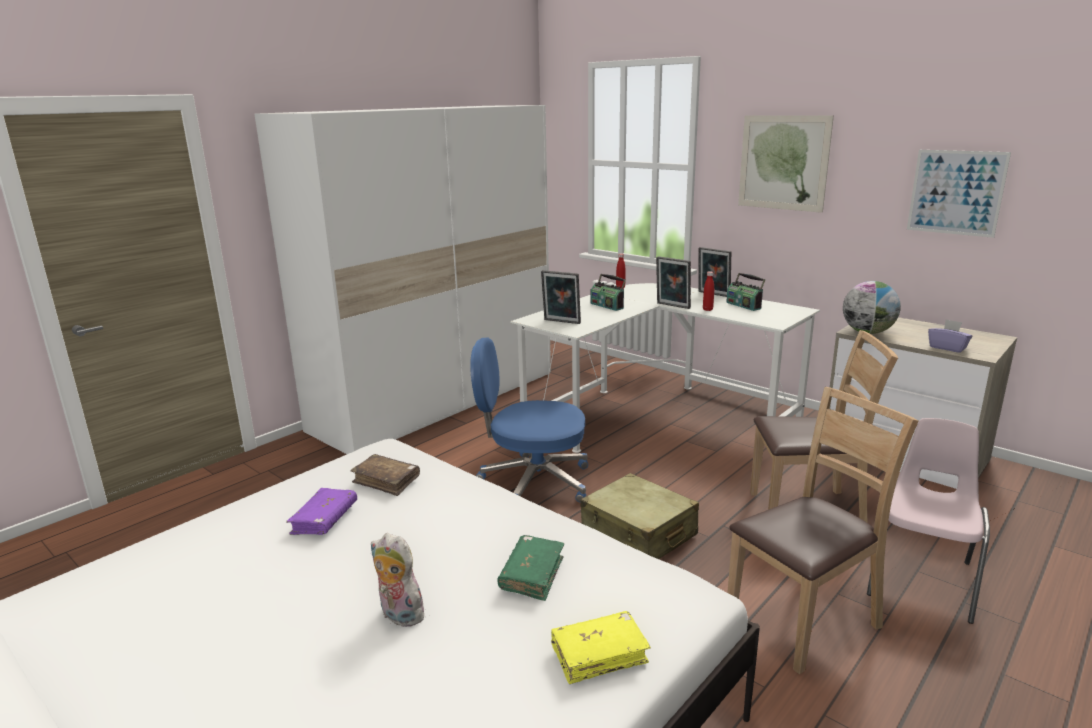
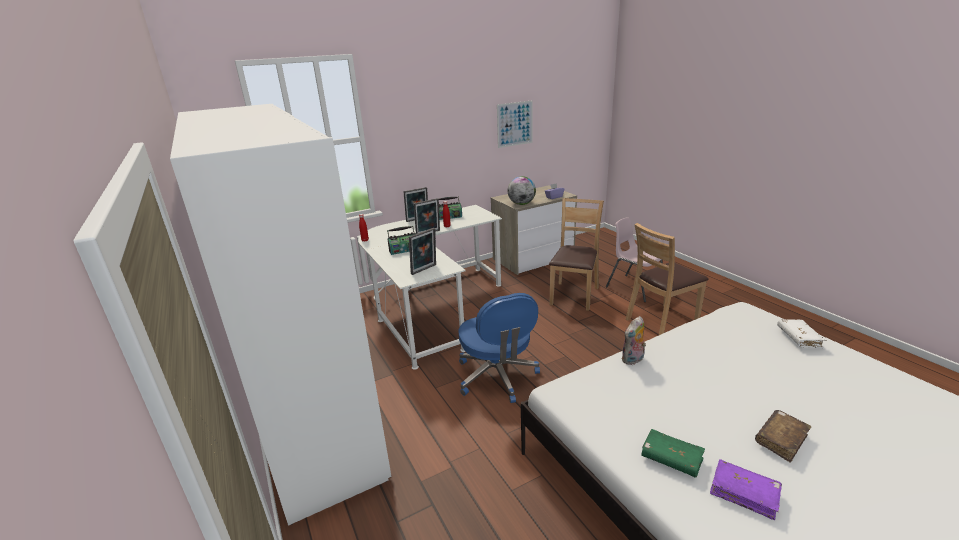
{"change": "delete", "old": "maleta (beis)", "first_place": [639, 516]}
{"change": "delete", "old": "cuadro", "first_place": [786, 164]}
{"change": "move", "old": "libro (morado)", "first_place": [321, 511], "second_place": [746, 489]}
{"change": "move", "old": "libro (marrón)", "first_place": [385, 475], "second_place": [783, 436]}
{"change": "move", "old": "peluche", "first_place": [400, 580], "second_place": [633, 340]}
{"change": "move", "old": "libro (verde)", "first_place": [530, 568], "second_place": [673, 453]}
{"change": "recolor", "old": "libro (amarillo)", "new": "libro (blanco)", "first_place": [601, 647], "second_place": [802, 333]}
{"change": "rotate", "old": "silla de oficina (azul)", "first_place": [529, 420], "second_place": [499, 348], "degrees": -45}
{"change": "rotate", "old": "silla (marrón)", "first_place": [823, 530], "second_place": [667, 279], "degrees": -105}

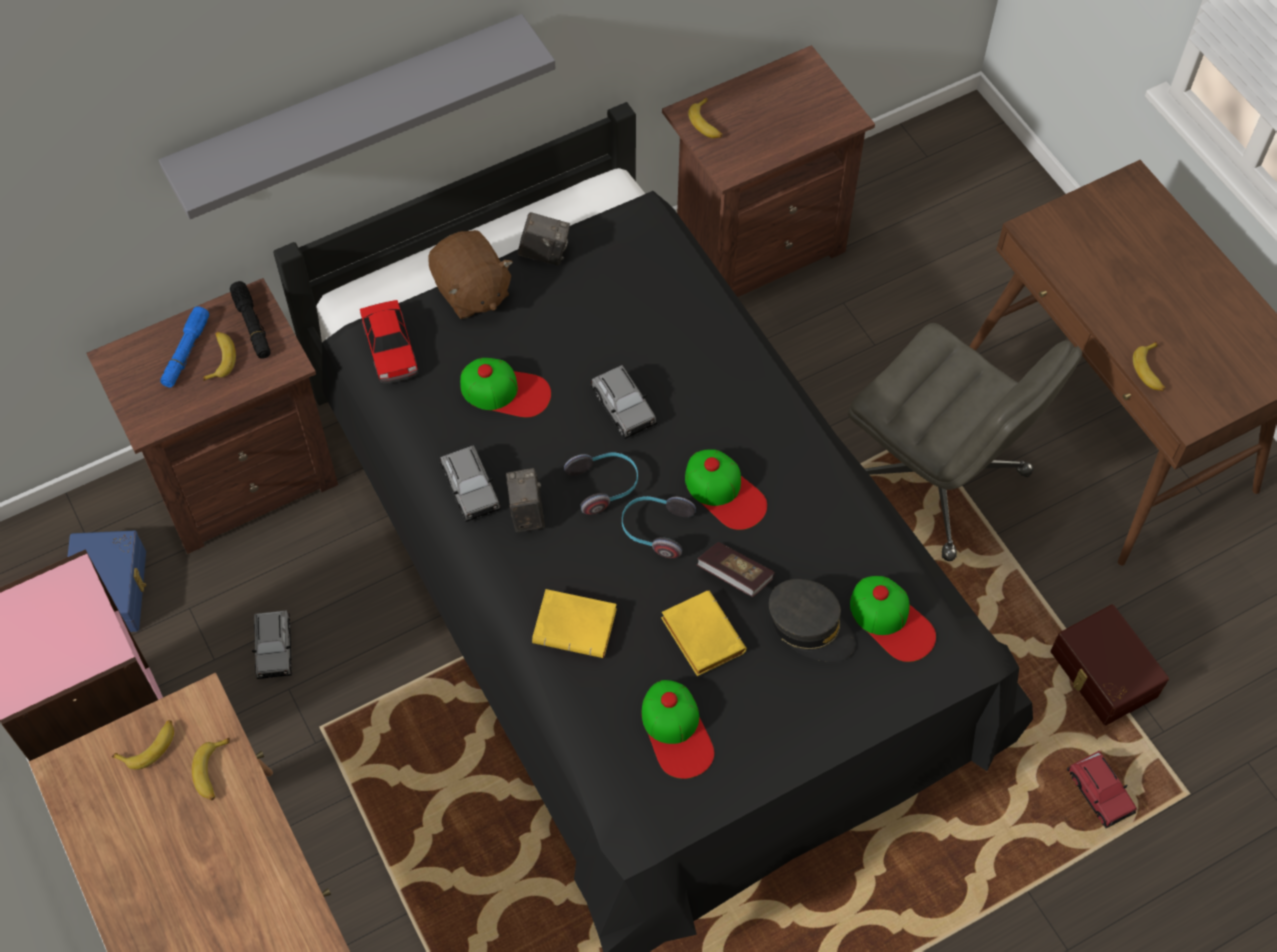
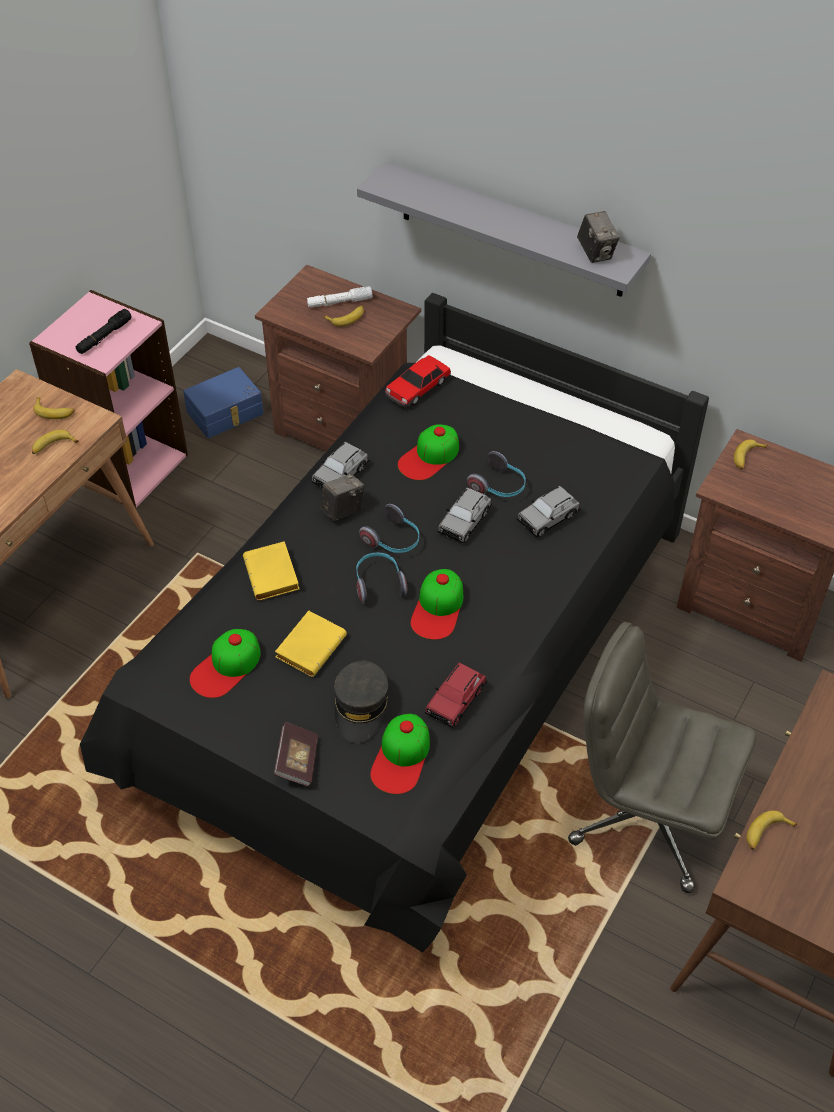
{"change": "delete", "old": "peluche (marrón)", "first_place": [470, 274]}
{"change": "delete", "old": "caja de almacenaje (marrón)", "first_place": [1109, 664]}
{"change": "insert", "new": "auriculares", "second_place": [496, 474]}
{"change": "move", "old": "linterna (negro)", "first_place": [250, 320], "second_place": [104, 331]}
{"change": "move", "old": "coche de juguete (gris)", "first_place": [272, 644], "second_place": [548, 511]}
{"change": "move", "old": "cámara", "first_place": [544, 238], "second_place": [598, 237]}
{"change": "move", "old": "libro", "first_place": [735, 569], "second_place": [296, 754]}
{"change": "move", "old": "coche de juguete (rojo)", "first_place": [1102, 789], "second_place": [456, 695]}
{"change": "recolor", "old": "linterna (azul)", "new": "linterna (blanco)", "first_place": [184, 347], "second_place": [339, 297]}
{"change": "rotate", "old": "gorra", "first_place": [505, 388], "second_place": [428, 452], "degrees": 60}
{"change": "rotate", "old": "silla de oficina (gris)", "first_place": [965, 442], "second_place": [662, 757], "degrees": 105}

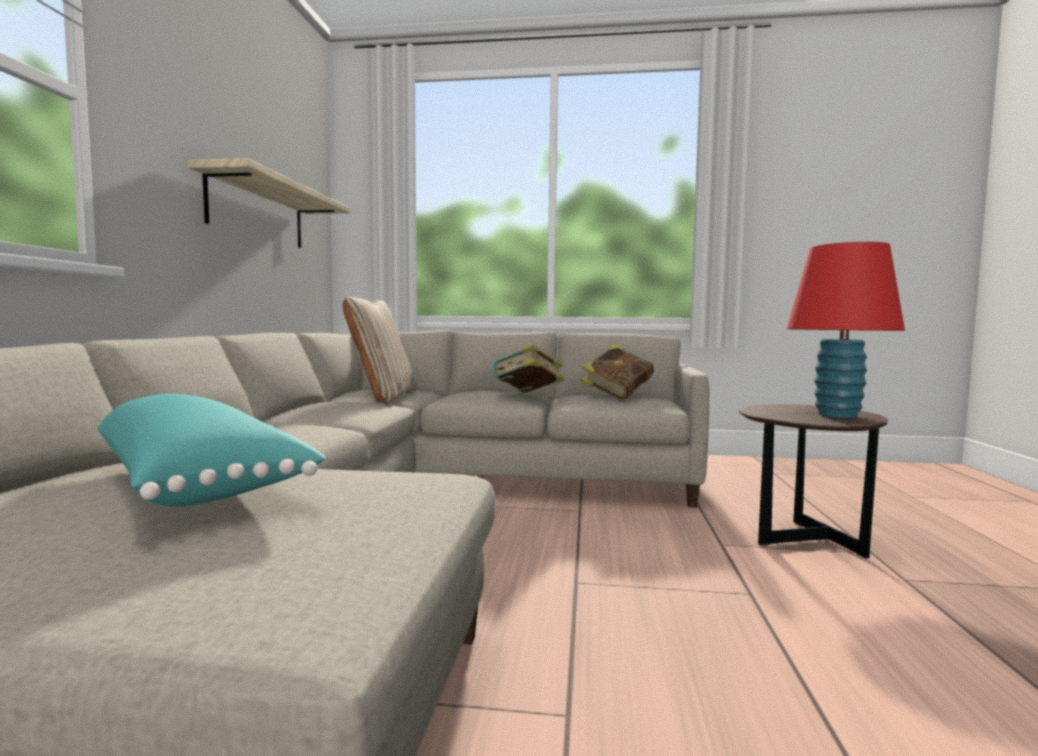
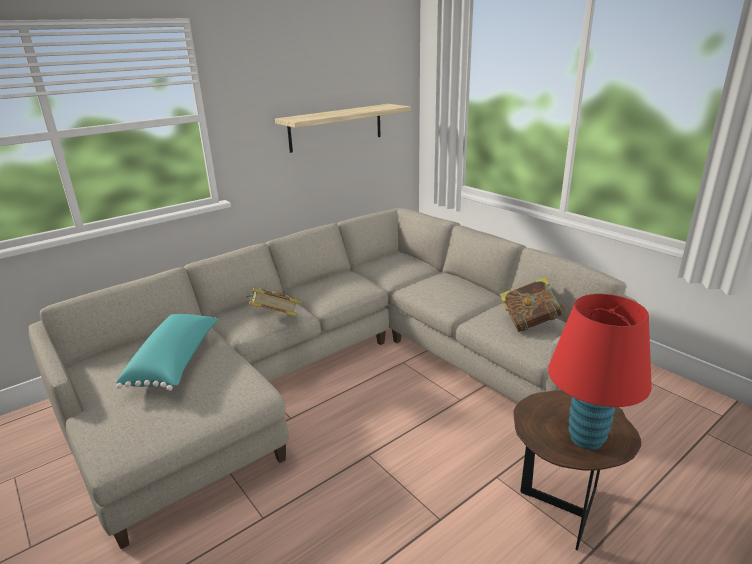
{"change": "delete", "old": "cojín (beis)", "first_place": [380, 350]}
{"change": "move", "old": "libro", "first_place": [529, 368], "second_place": [273, 302]}

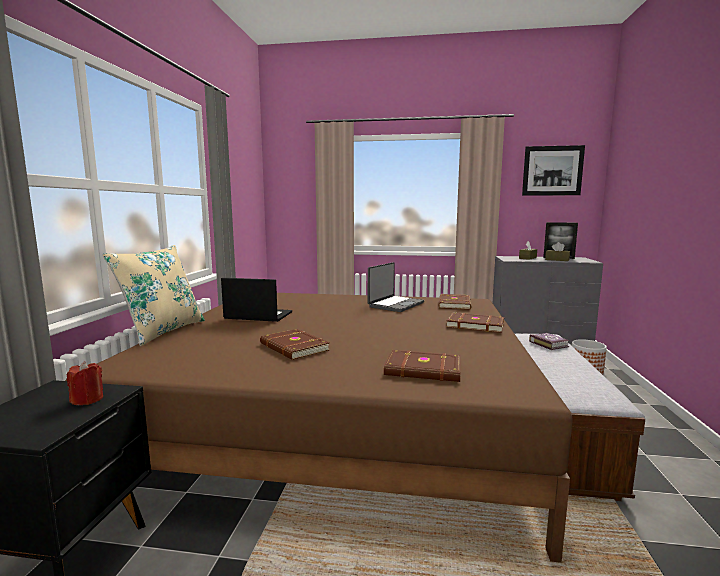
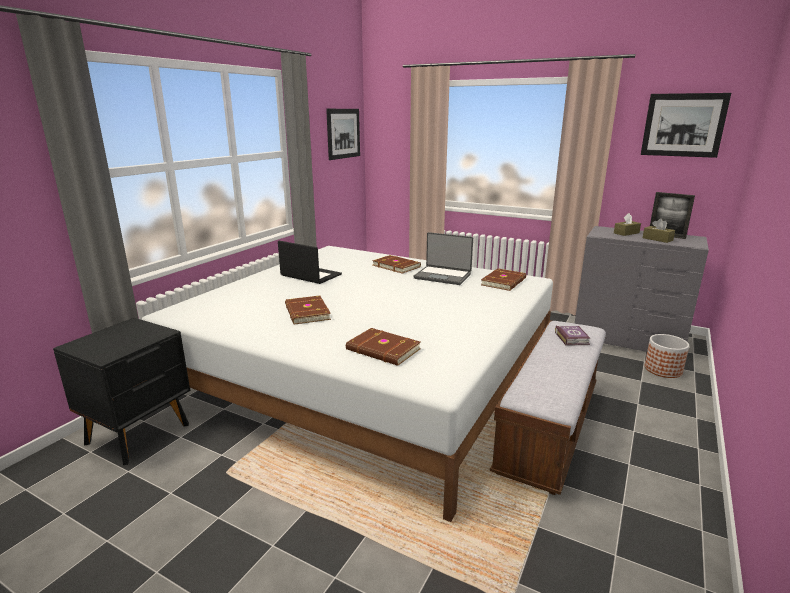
{"change": "delete", "old": "vela (rojo)", "first_place": [85, 383]}
{"change": "delete", "old": "cojín (beis)", "first_place": [153, 295]}
{"change": "insert", "new": "cuadro", "second_place": [343, 134]}
{"change": "move", "old": "libro (marrón)", "first_place": [475, 323], "second_place": [396, 264]}
{"change": "recolor", "old": "cama (marrón)", "new": "cama (blanco)", "first_place": [319, 428], "second_place": [347, 384]}
{"change": "rotate", "old": "portátil", "first_place": [396, 287], "second_place": [443, 258], "degrees": 60}

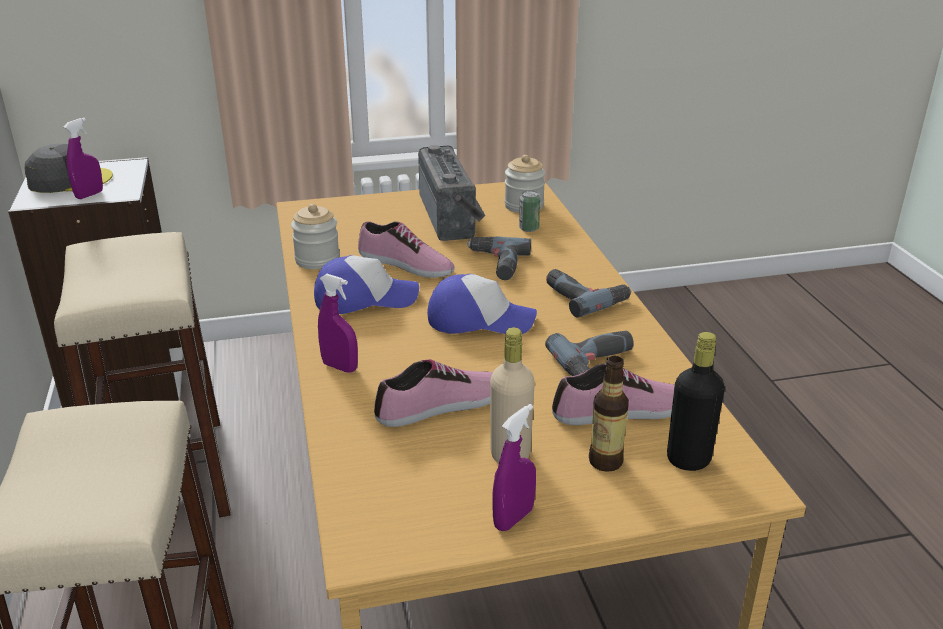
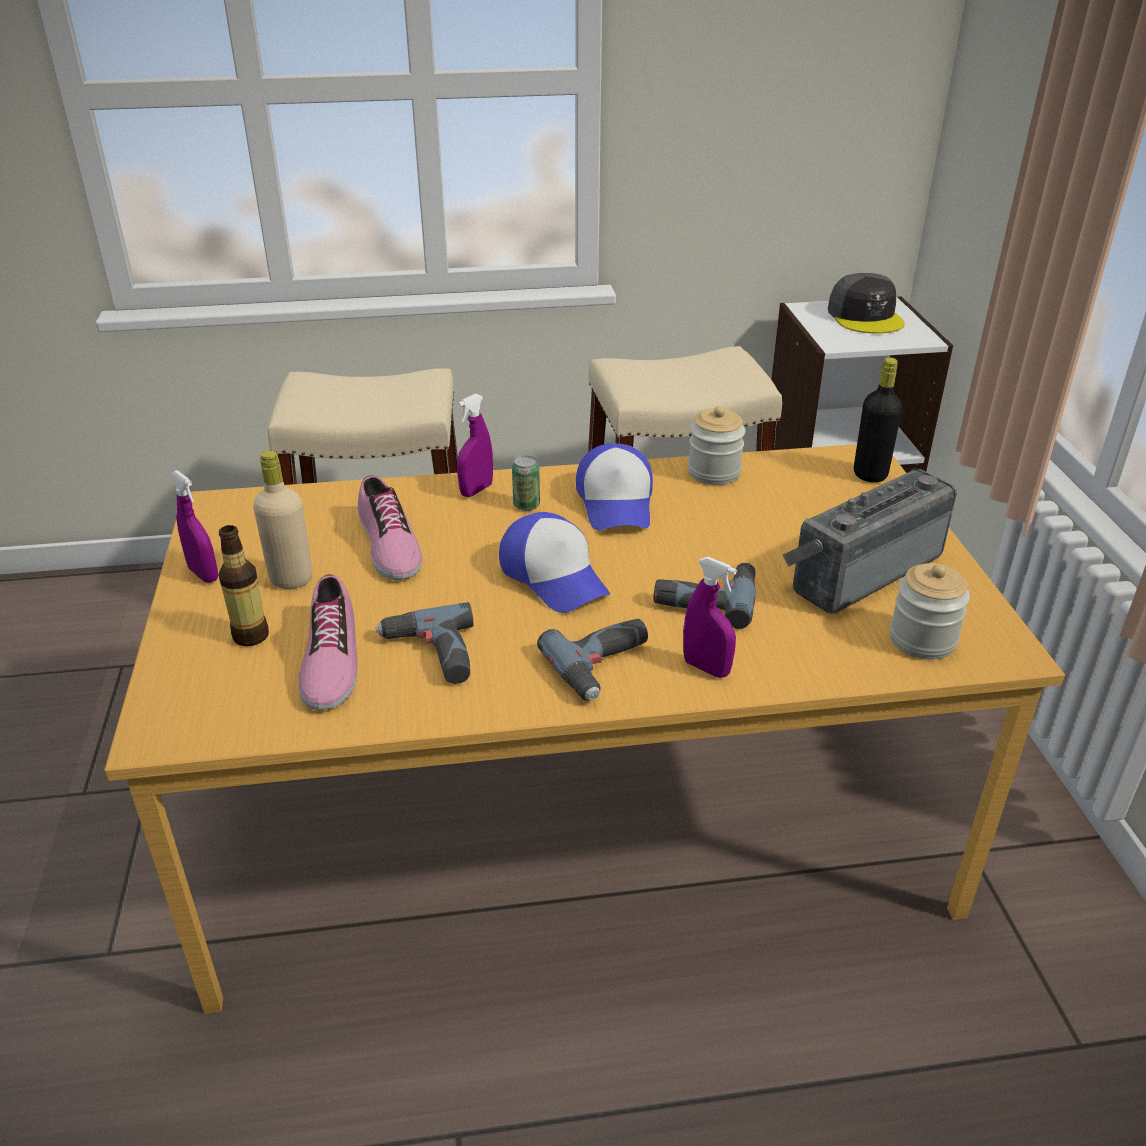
{"change": "delete", "old": "zapato", "first_place": [406, 249]}
{"change": "move", "old": "pulverizador (morado)", "first_place": [83, 158], "second_place": [710, 617]}
{"change": "move", "old": "lata", "first_place": [529, 211], "second_place": [526, 483]}
{"change": "move", "old": "botella (negro)", "first_place": [696, 401], "second_place": [878, 420]}
{"change": "rotate", "old": "radio", "first_place": [451, 193], "second_place": [870, 541], "degrees": 150}
{"change": "rotate", "old": "gorra", "first_place": [482, 304], "second_place": [554, 562], "degrees": -45}

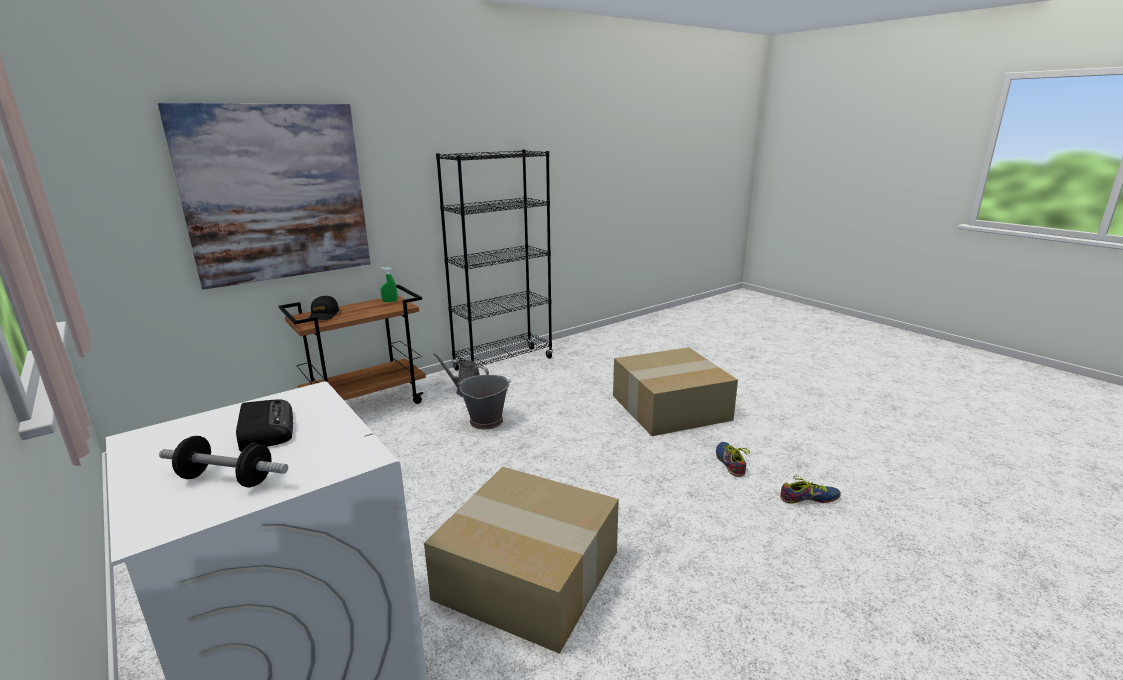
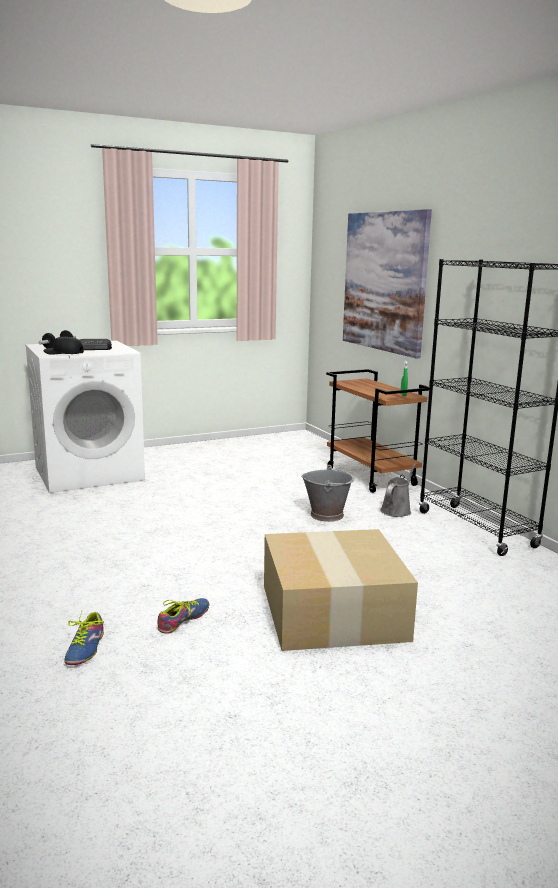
{"change": "delete", "old": "caja de cartón", "first_place": [521, 560]}
{"change": "move", "old": "gorra (negro)", "first_place": [324, 308], "second_place": [63, 345]}
{"change": "rotate", "old": "zapato", "first_place": [733, 459], "second_place": [183, 616], "degrees": -60}

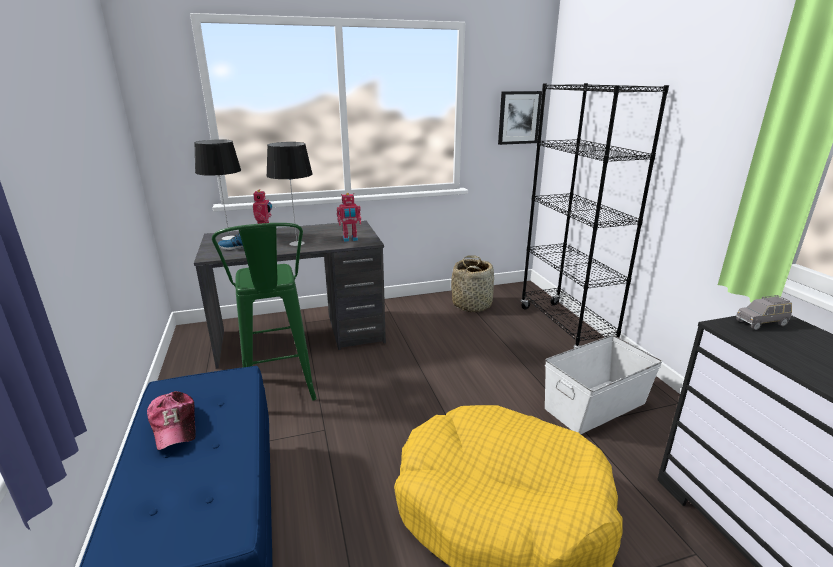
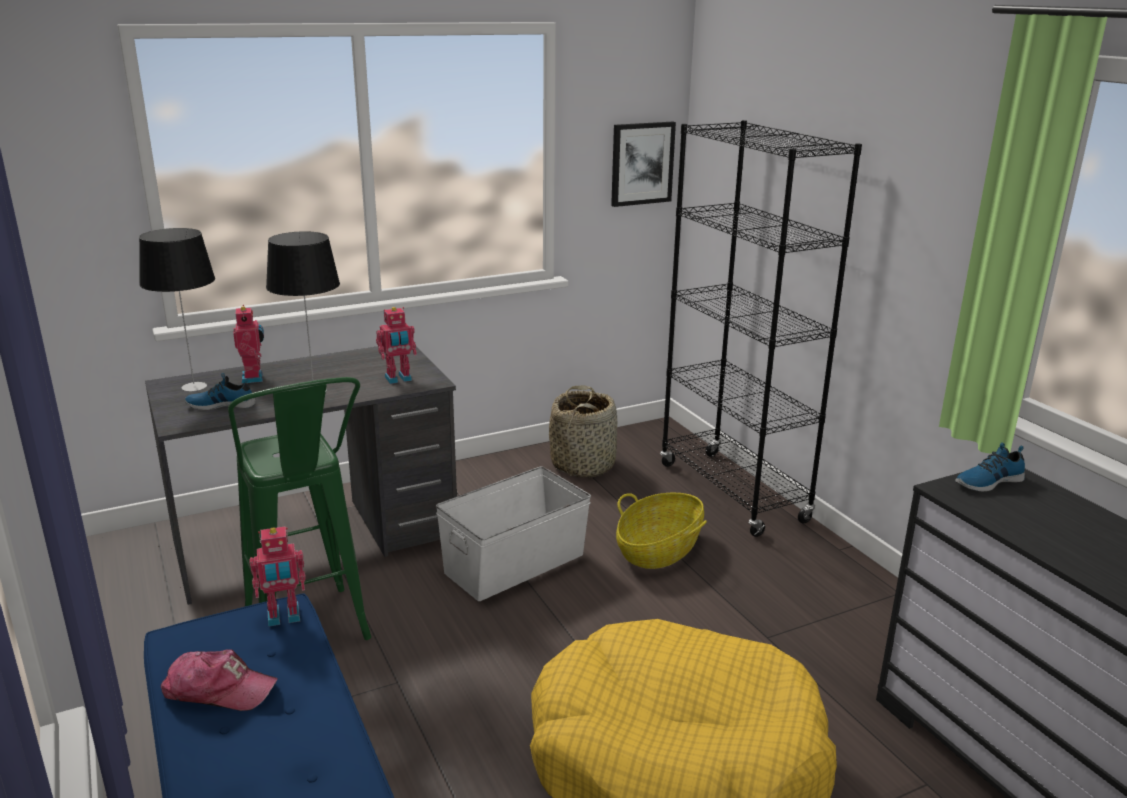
{"change": "insert", "new": "robot de juguete", "second_place": [277, 576]}
{"change": "insert", "new": "cesta", "second_place": [661, 531]}
{"change": "move", "old": "caja de almacenaje (blanco)", "first_place": [603, 384], "second_place": [513, 533]}
{"change": "replace", "old": "coche de juguete (gris)", "new": "zapato", "first_place": [764, 312], "second_place": [990, 467]}
{"change": "rotate", "old": "gorra", "first_place": [171, 420], "second_place": [219, 680], "degrees": -45}

